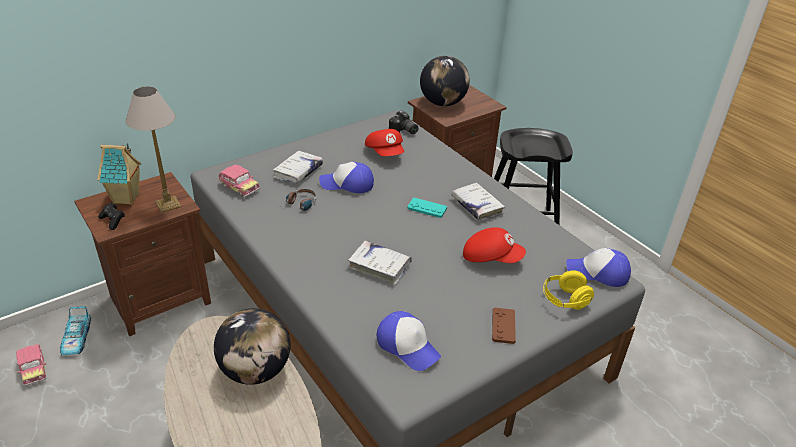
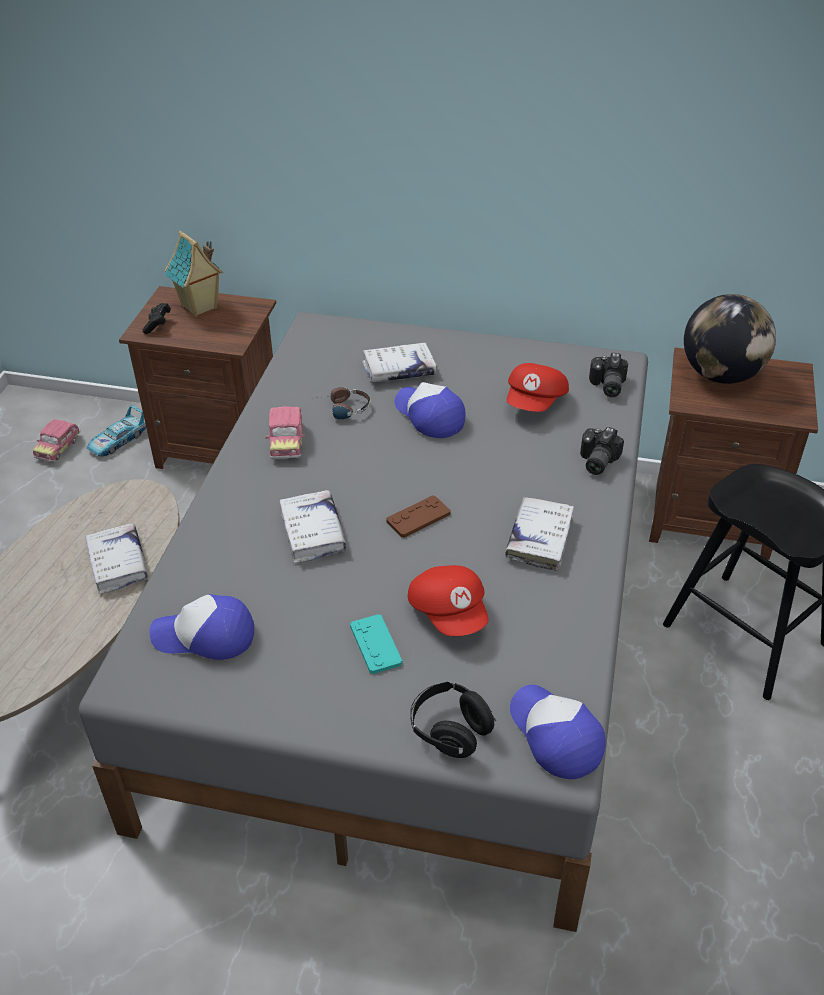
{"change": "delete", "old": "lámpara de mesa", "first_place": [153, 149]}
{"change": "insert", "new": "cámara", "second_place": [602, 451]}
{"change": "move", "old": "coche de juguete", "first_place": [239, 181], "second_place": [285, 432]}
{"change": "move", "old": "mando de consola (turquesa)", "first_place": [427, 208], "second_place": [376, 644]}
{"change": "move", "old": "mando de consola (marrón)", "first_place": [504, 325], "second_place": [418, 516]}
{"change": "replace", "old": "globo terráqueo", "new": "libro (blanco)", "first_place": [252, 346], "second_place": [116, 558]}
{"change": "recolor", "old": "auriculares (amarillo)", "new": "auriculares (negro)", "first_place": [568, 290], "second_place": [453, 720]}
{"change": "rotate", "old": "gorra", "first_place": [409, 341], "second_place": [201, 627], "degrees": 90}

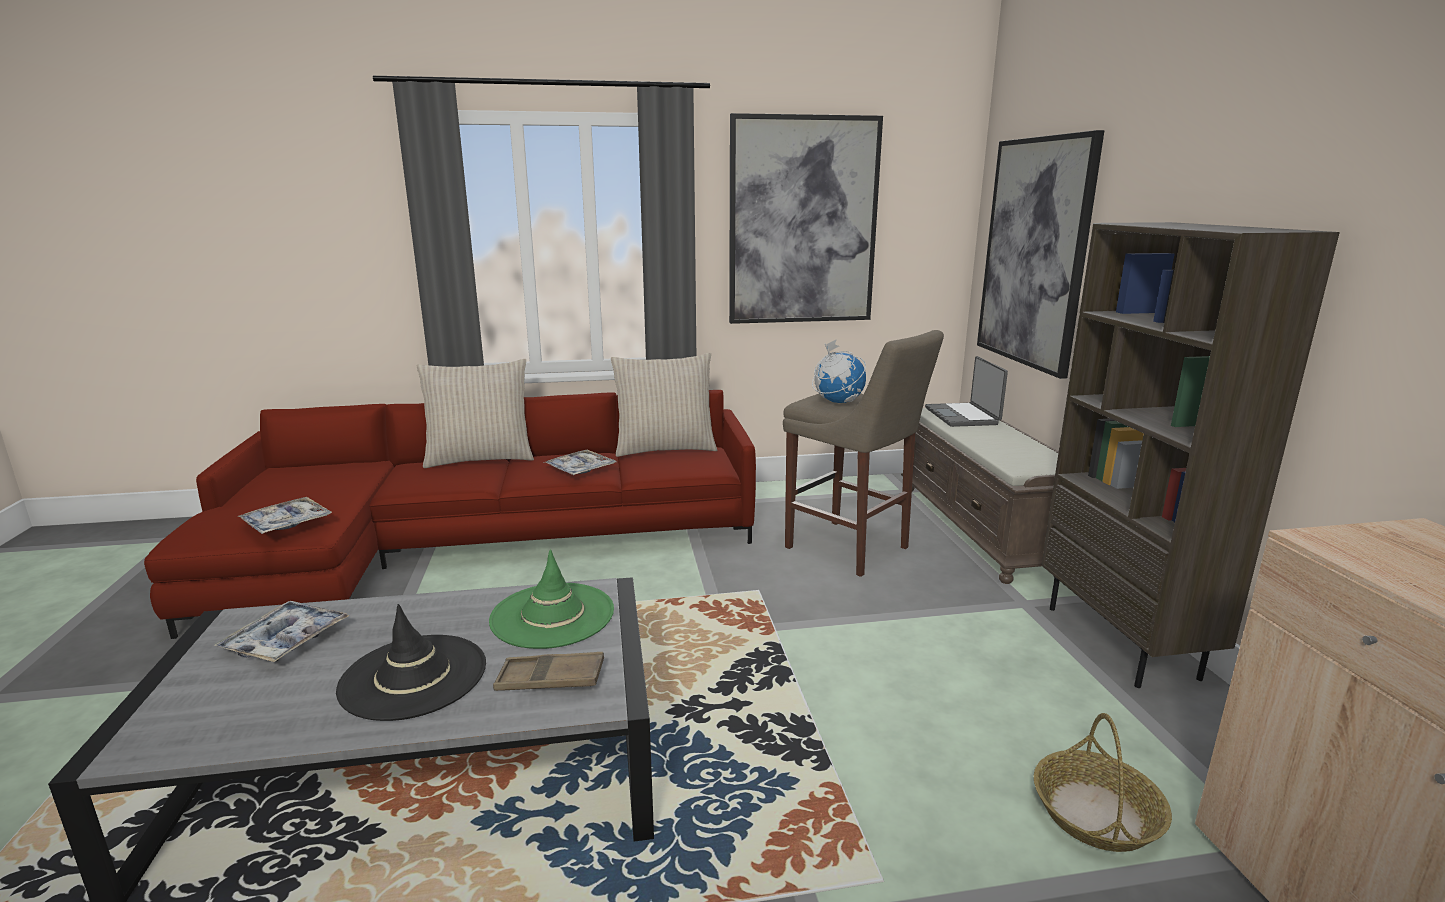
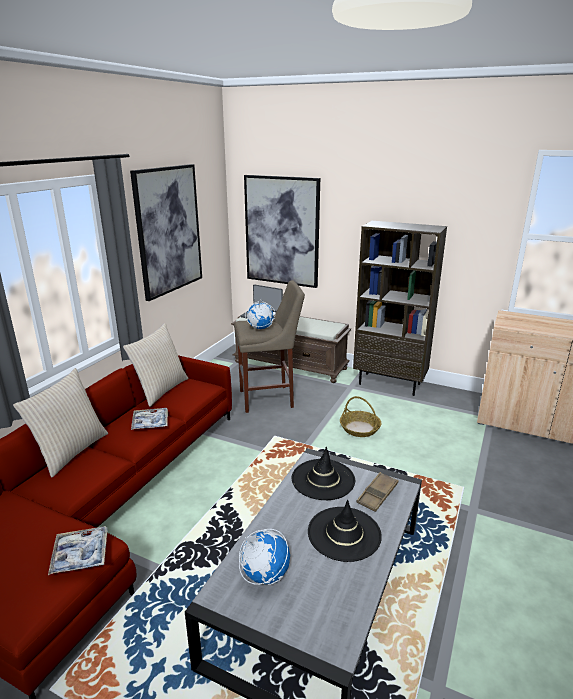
{"change": "move", "old": "cesta", "first_place": [1103, 782], "second_place": [360, 416]}
{"change": "replace", "old": "bandeja", "new": "globo terráqueo", "first_place": [282, 631], "second_place": [264, 557]}
{"change": "recolor", "old": "sombrero (verde)", "new": "sombrero (negro)", "first_place": [551, 599], "second_place": [323, 473]}

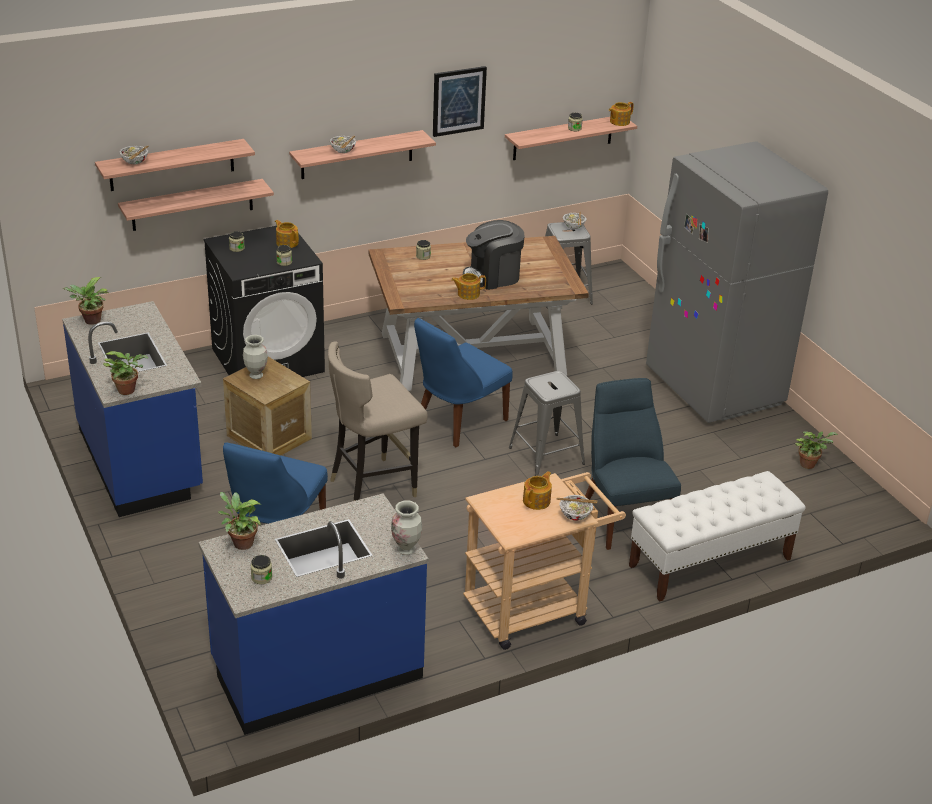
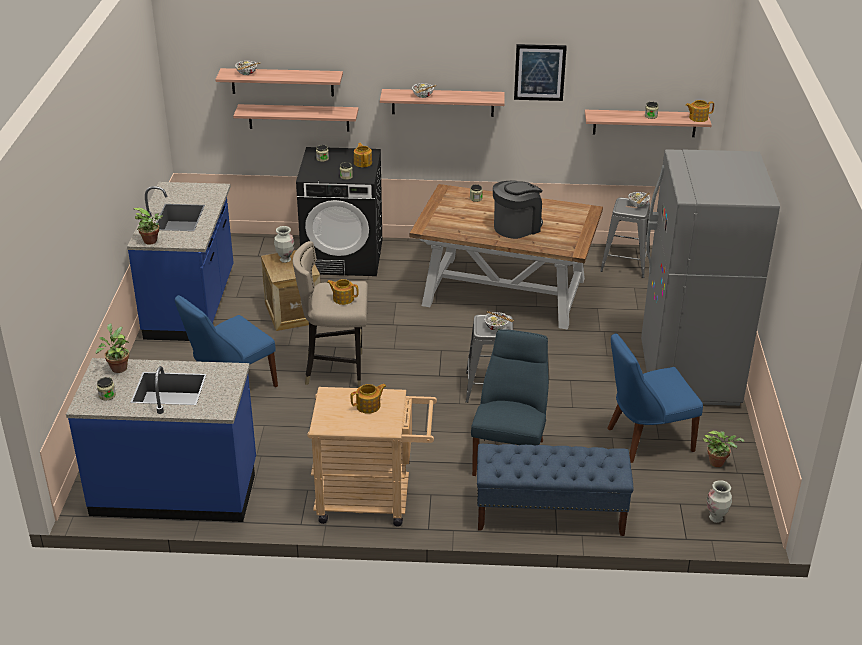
{"change": "delete", "old": "planta en maceta", "first_place": [86, 301]}
{"change": "move", "old": "florero", "first_place": [406, 527], "second_place": [719, 501]}
{"change": "move", "old": "silla (azul)", "first_place": [463, 382], "second_place": [655, 398]}
{"change": "move", "old": "tetera", "first_place": [468, 286], "second_place": [343, 292]}
{"change": "move", "old": "cuenco", "first_place": [577, 508], "second_place": [499, 321]}
{"change": "recolor", "old": "banco (blanco)", "new": "banco (azul)", "first_place": [717, 536], "second_place": [555, 490]}
{"change": "rotate", "old": "cafetera", "first_place": [493, 255], "second_place": [518, 209], "degrees": 135}

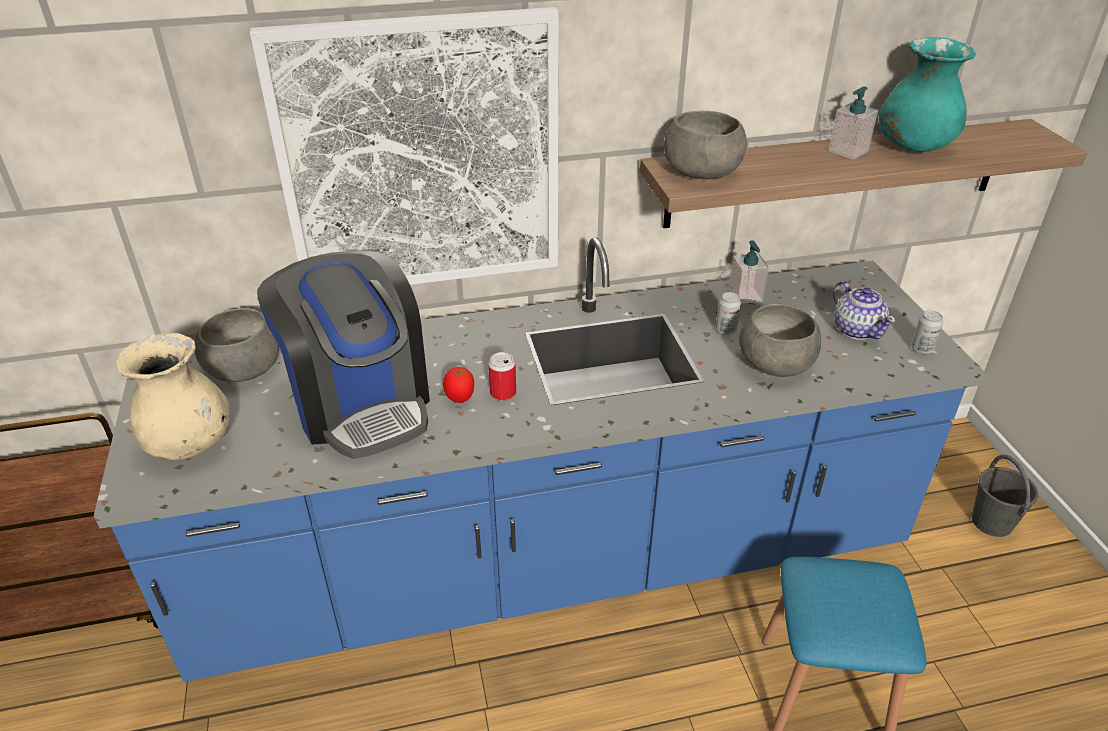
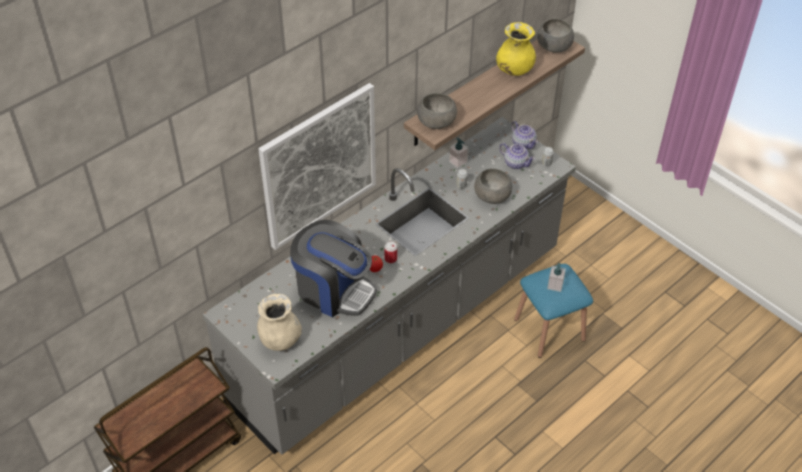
{"change": "delete", "old": "cubo (gris)", "first_place": [1005, 495]}
{"change": "insert", "new": "tetera", "second_place": [524, 135]}
{"change": "move", "old": "cuenco (gris)", "first_place": [237, 345], "second_place": [555, 35]}
{"change": "move", "old": "dispensador de jabón", "first_place": [853, 123], "second_place": [556, 277]}
{"change": "recolor", "old": "mueble bajo de cocina (azul)", "new": "mueble bajo de cocina (gris)", "first_place": [539, 459], "second_place": [389, 286]}
{"change": "recolor", "old": "florero (turquesa)", "new": "florero (amarillo)", "first_place": [927, 94], "second_place": [516, 49]}

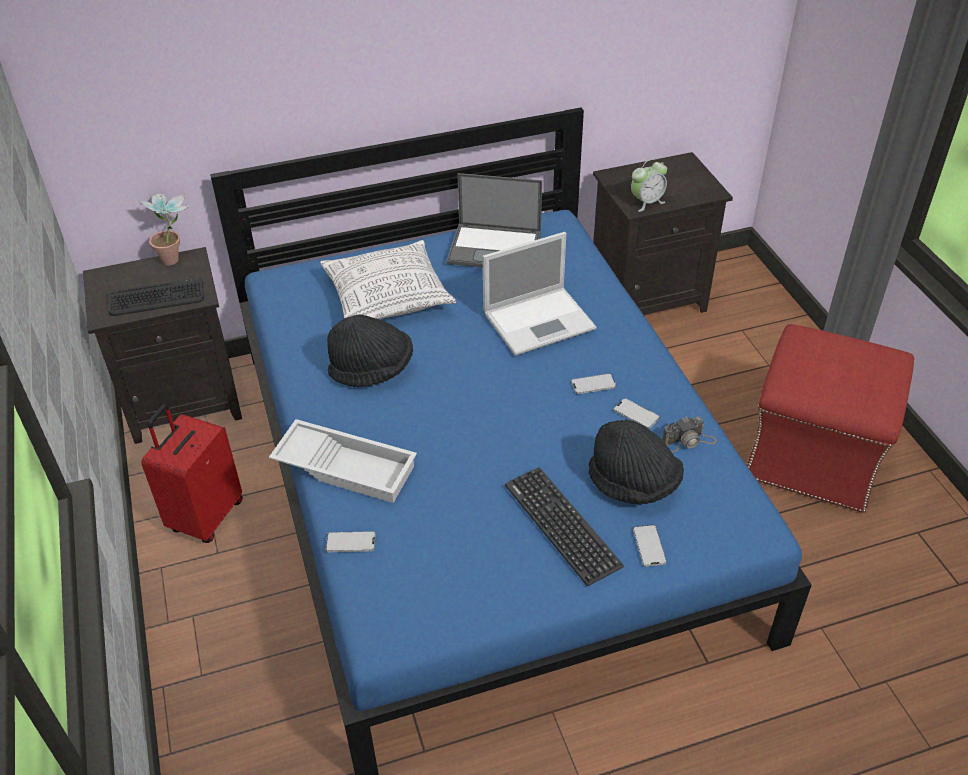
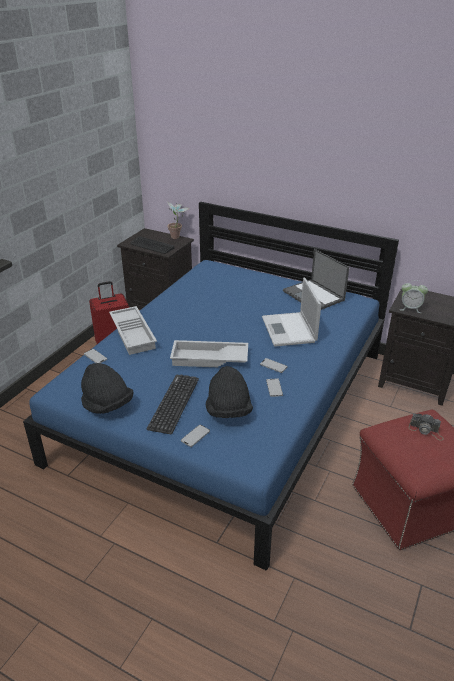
{"change": "delete", "old": "cojín", "first_place": [388, 279]}
{"change": "insert", "new": "bandeja (blanco)", "second_place": [209, 353]}
{"change": "move", "old": "sombrero (negro)", "first_place": [370, 350], "second_place": [107, 388]}
{"change": "move", "old": "cámara", "first_place": [689, 434], "second_place": [426, 427]}
{"change": "rotate", "old": "portátil", "first_place": [539, 294], "second_place": [291, 312], "degrees": 60}

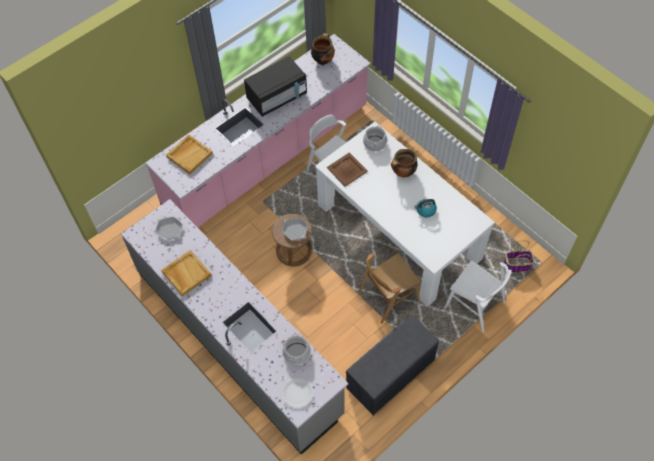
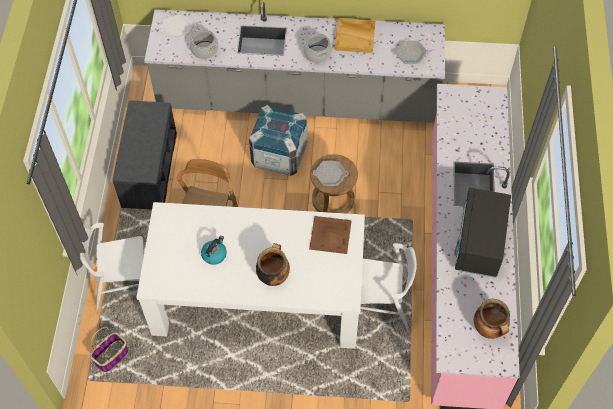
{"change": "delete", "old": "bandeja (beis)", "first_place": [189, 154]}
{"change": "insert", "new": "caja de embalaje", "second_place": [278, 140]}
{"change": "move", "old": "olla", "first_place": [375, 138], "second_place": [317, 48]}

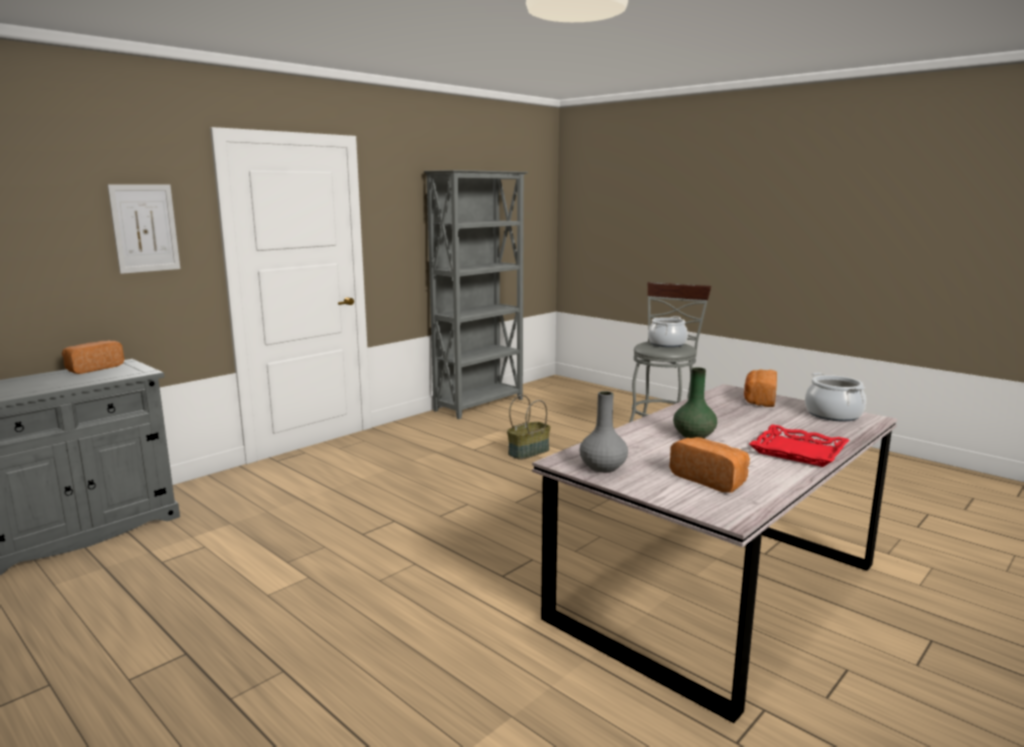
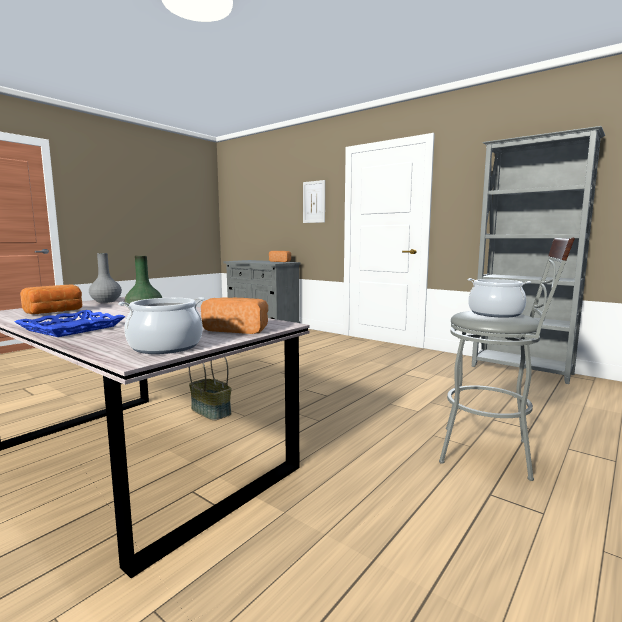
{"change": "move", "old": "cesta", "first_place": [529, 427], "second_place": [210, 389]}
{"change": "recolor", "old": "bandeja (rojo)", "new": "bandeja (azul)", "first_place": [799, 445], "second_place": [70, 323]}

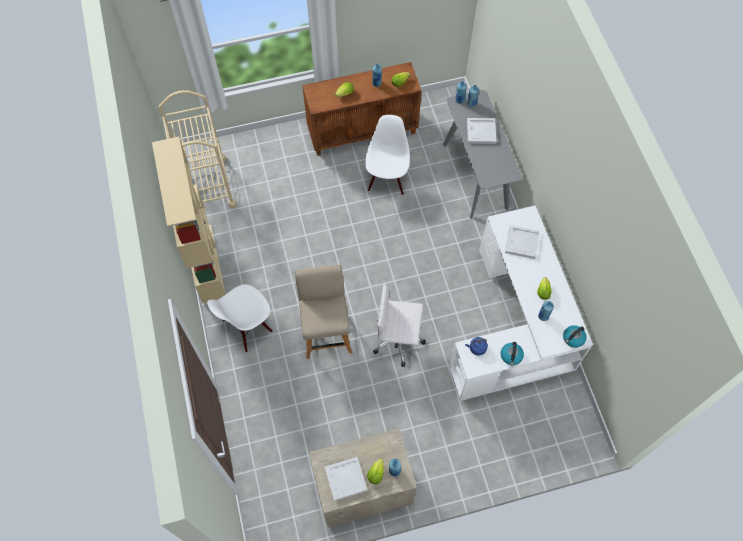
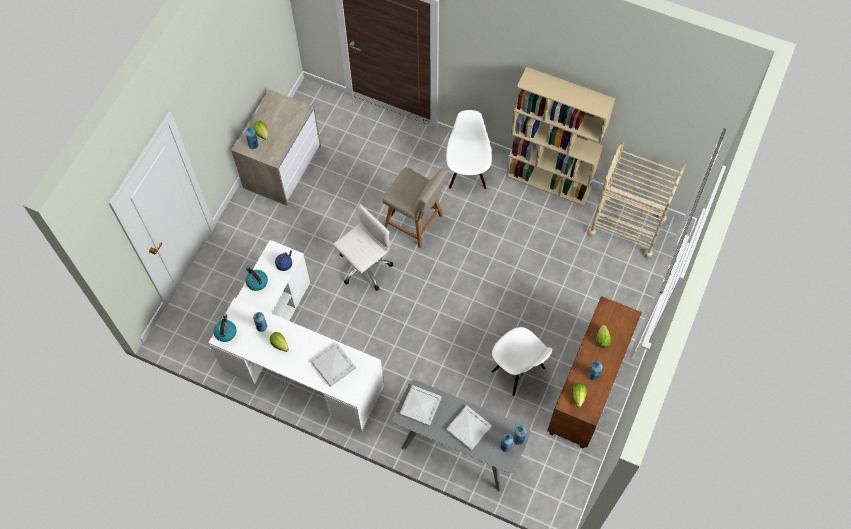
{"change": "move", "old": "bandeja (blanco)", "first_place": [346, 479], "second_place": [420, 406]}

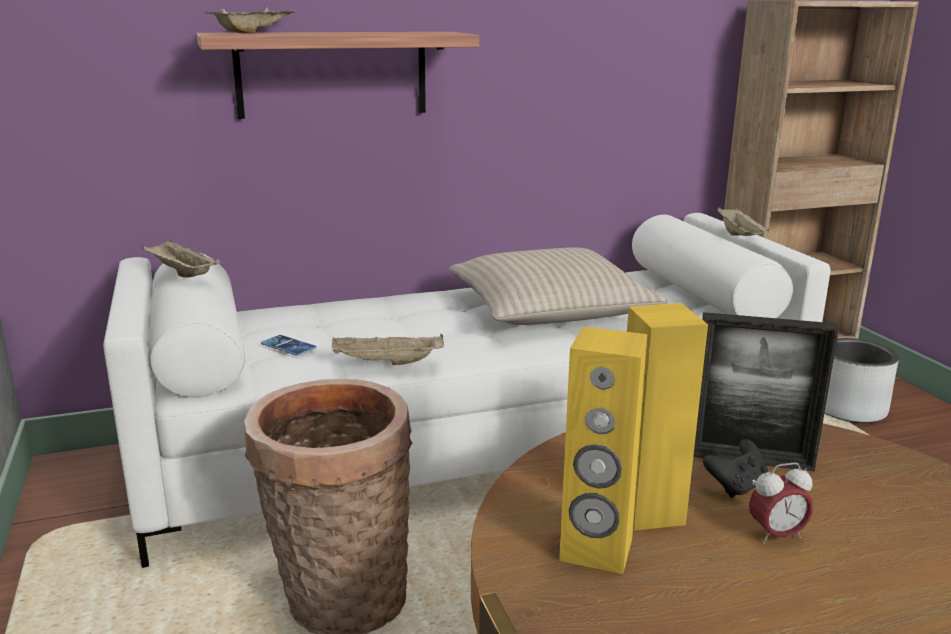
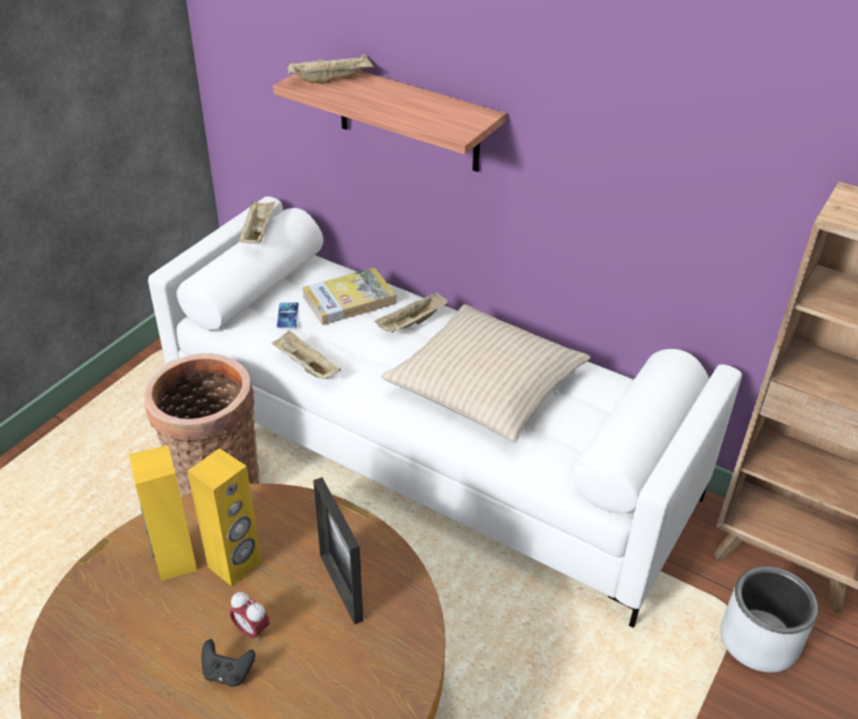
{"change": "insert", "new": "libro", "second_place": [349, 296]}
{"change": "move", "old": "mando de consola (negro)", "first_place": [735, 468], "second_place": [228, 663]}
{"change": "move", "old": "bandeja (beis)", "first_place": [743, 221], "second_place": [411, 312]}

